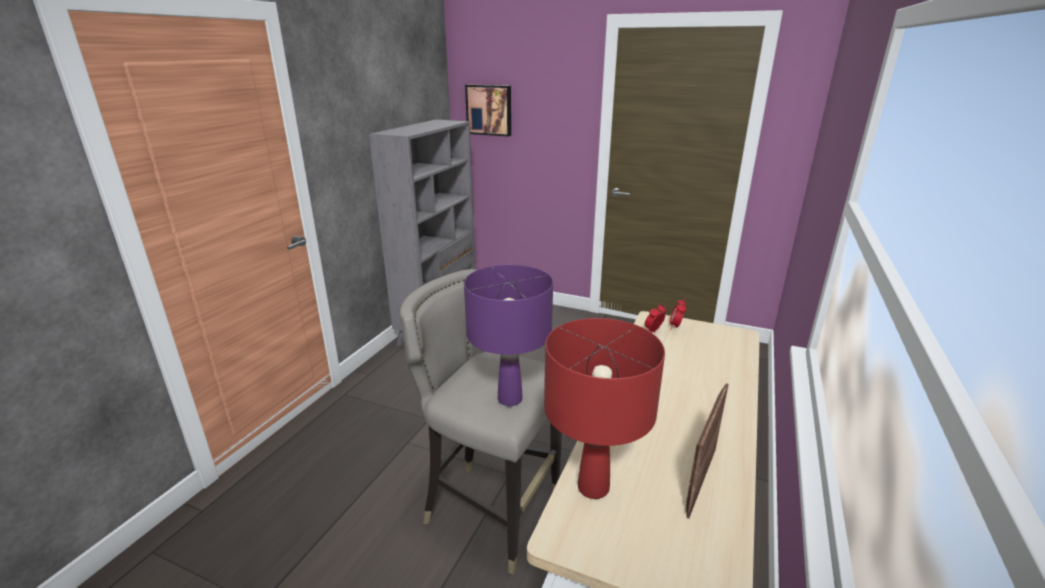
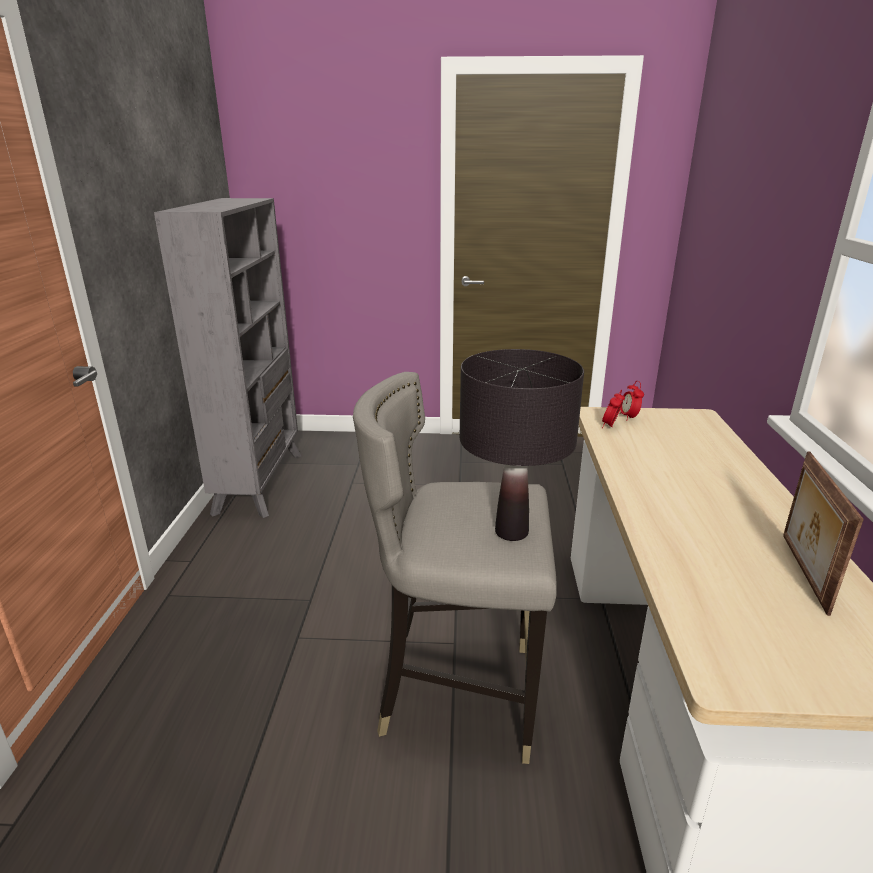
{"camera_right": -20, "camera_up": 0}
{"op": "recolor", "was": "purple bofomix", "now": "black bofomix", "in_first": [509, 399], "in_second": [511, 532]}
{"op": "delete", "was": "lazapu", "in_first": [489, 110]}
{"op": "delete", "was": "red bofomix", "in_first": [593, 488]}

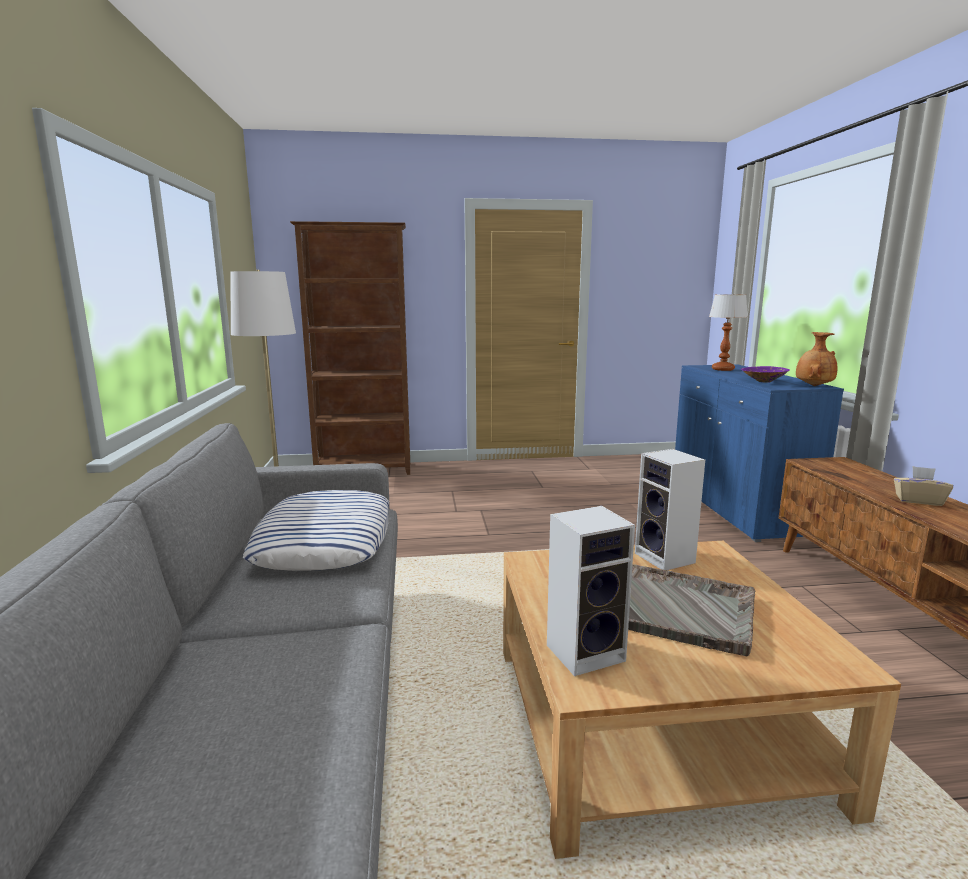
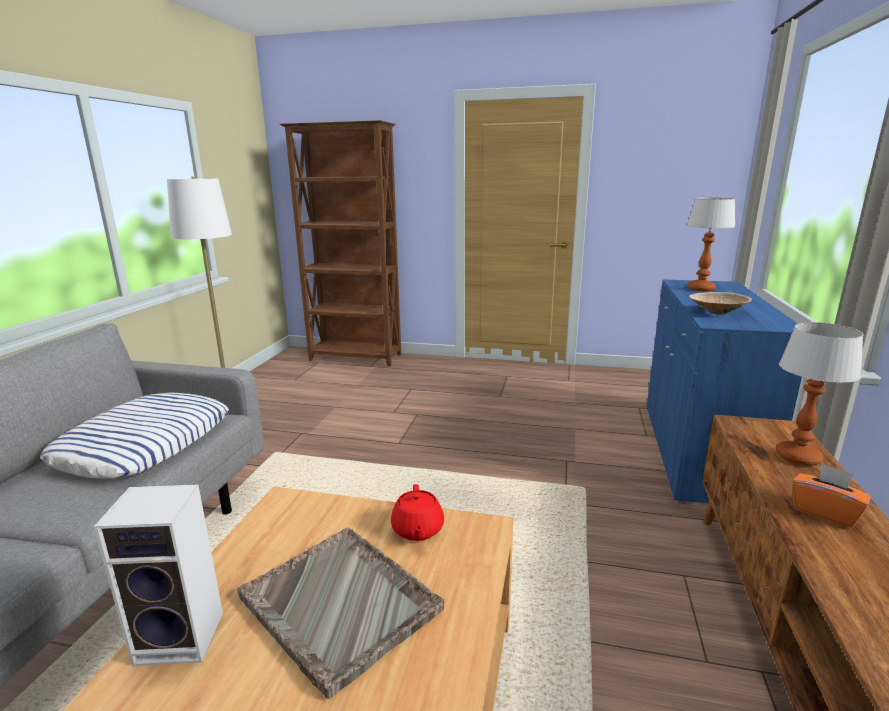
{"camera_right": 20, "camera_up": 5}
{"op": "replace", "was": "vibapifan", "now": "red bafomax", "in_first": [667, 558], "in_second": [417, 530]}
{"op": "recolor", "was": "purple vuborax", "now": "beige vuborax", "in_first": [762, 381], "in_second": [716, 312]}
{"op": "delete", "was": "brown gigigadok", "in_first": [813, 386]}
{"op": "recolor", "was": "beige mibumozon", "now": "orange mibumozon", "in_first": [918, 500], "in_second": [825, 512]}
{"op": "insert", "now": "bofomix", "in_second": [797, 457]}

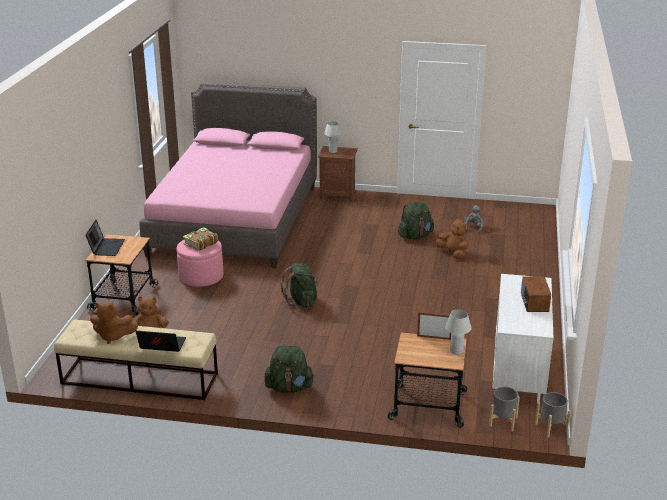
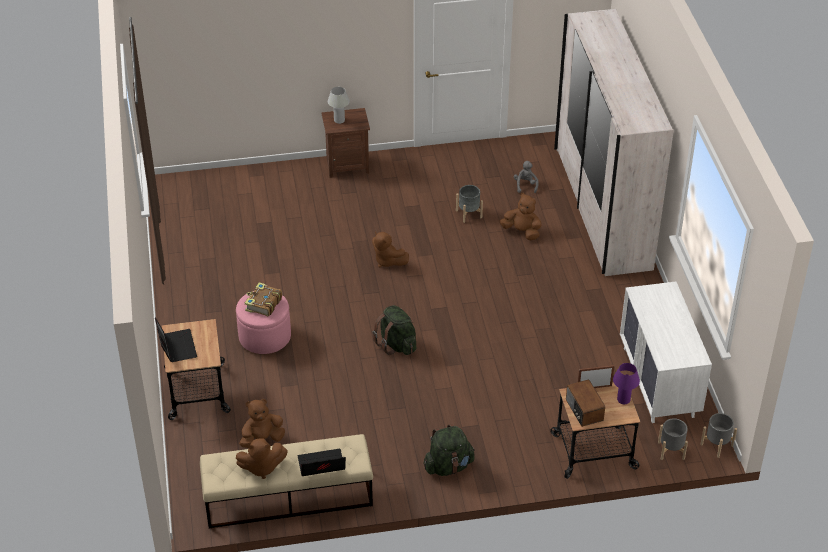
{"camera_right": -20, "camera_up": 15}
{"op": "delete", "was": "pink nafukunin", "in_first": [235, 220]}
{"op": "replace", "was": "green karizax", "now": "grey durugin", "in_first": [415, 236], "in_second": [468, 214]}
{"op": "recolor", "was": "white bofomix", "now": "purple bofomix", "in_first": [456, 351], "in_second": [623, 400]}
{"op": "move", "was": "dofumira", "in_first": [534, 303], "in_second": [583, 410]}
{"op": "insert", "now": "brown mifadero", "in_second": [387, 261]}
{"op": "insert", "now": "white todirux", "in_second": [602, 208]}

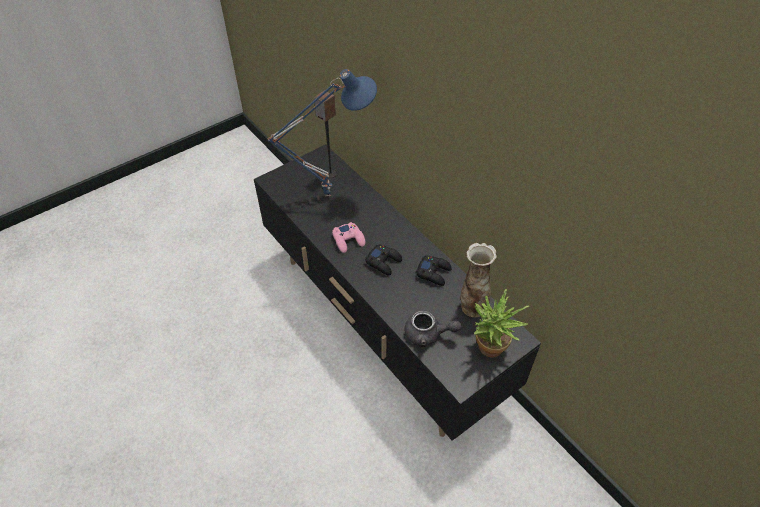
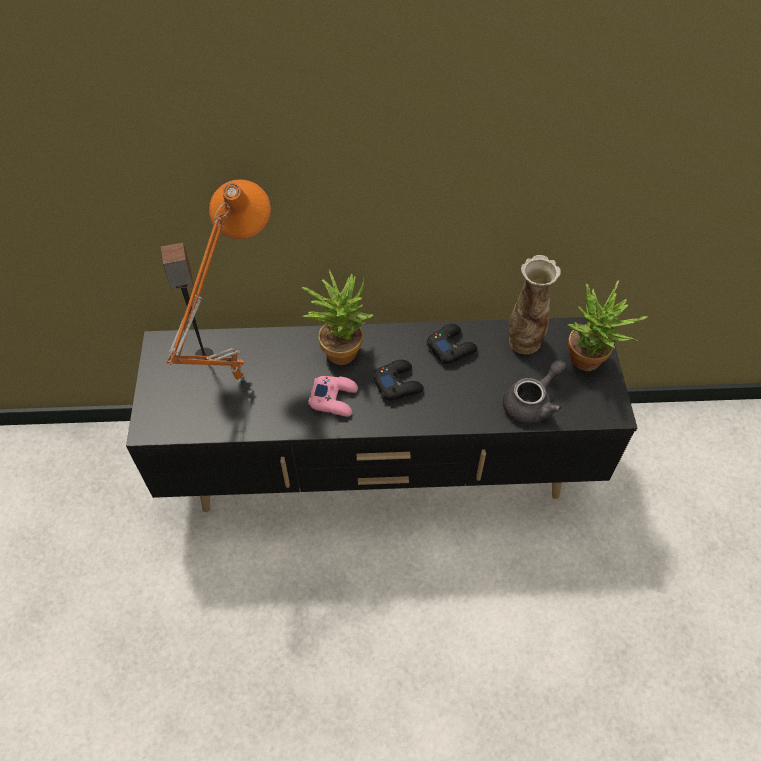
{"camera_right": -55, "camera_up": 5}
{"op": "recolor", "was": "blue bofomix", "now": "orange bofomix", "in_first": [328, 194], "in_second": [237, 377]}
{"op": "insert", "now": "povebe", "in_second": [340, 347]}

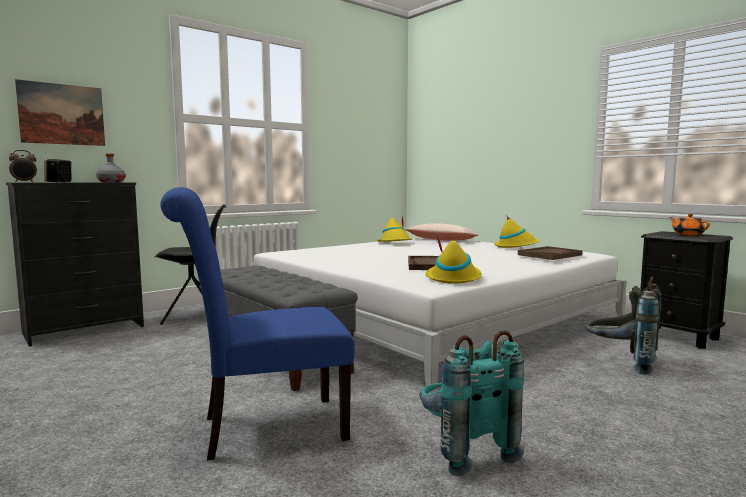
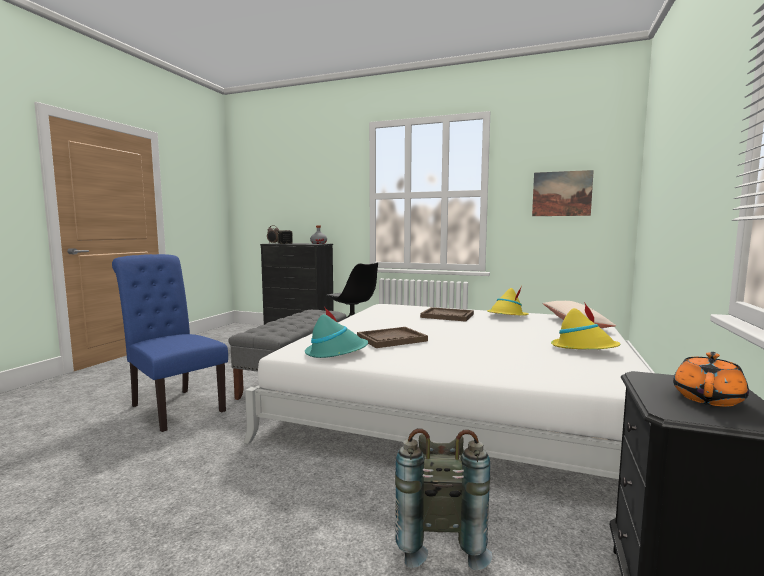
{"camera_right": 60, "camera_up": 0}
{"op": "move", "was": "lazapu", "in_first": [62, 114], "in_second": [561, 193]}
{"op": "delete", "was": "turquoise karizax", "in_first": [463, 450]}
{"op": "recolor", "was": "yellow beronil", "now": "turquoise beronil", "in_first": [453, 278], "in_second": [336, 352]}
{"op": "move", "was": "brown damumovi", "in_first": [549, 255], "in_second": [447, 316]}

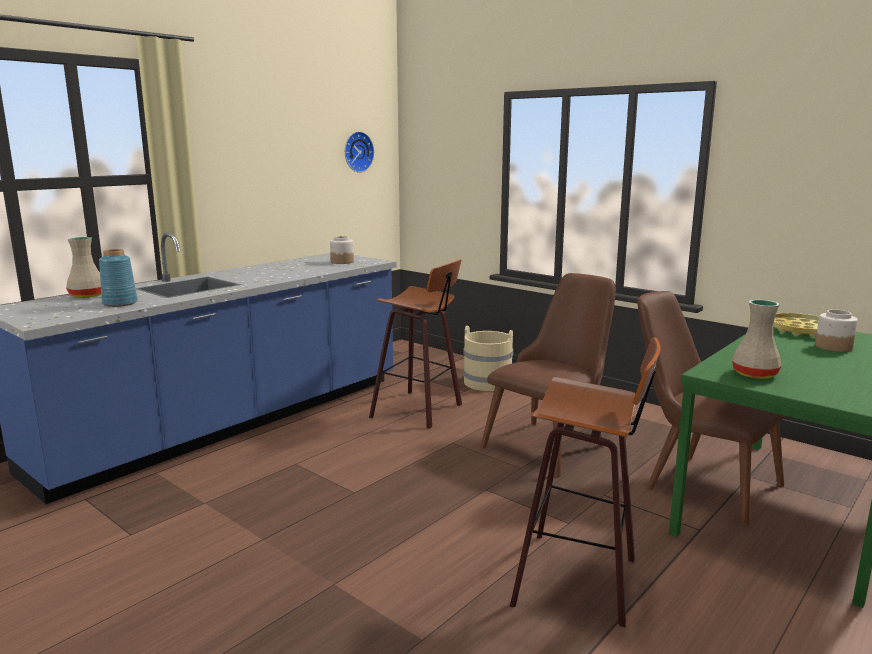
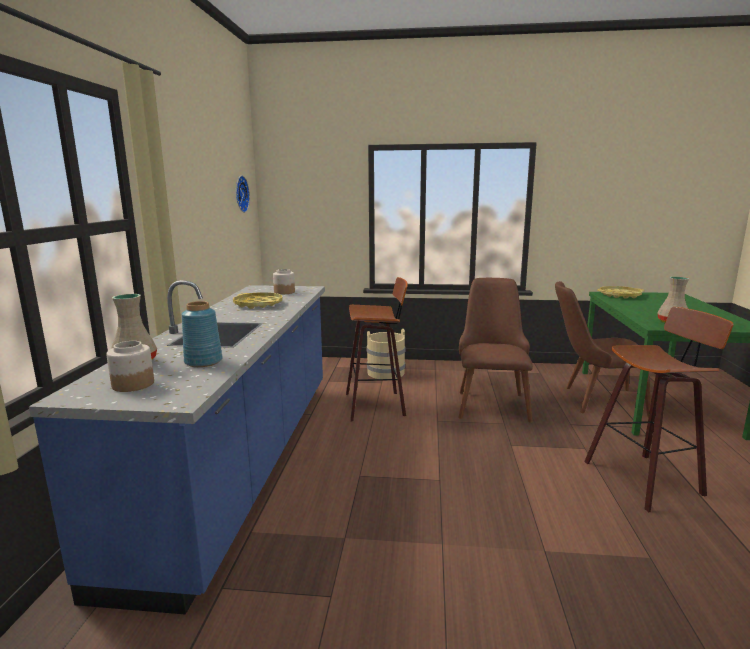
{"camera_right": -35, "camera_up": 0}
{"op": "move", "was": "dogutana", "in_first": [833, 347], "in_second": [132, 384]}
{"op": "insert", "now": "yellow damumovi", "in_second": [258, 304]}

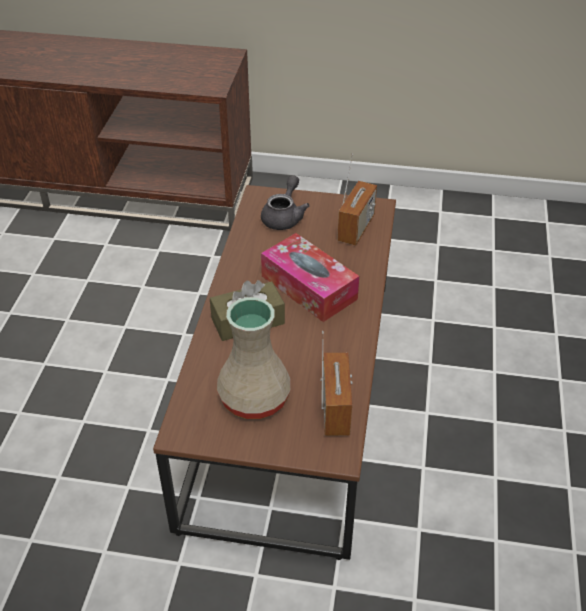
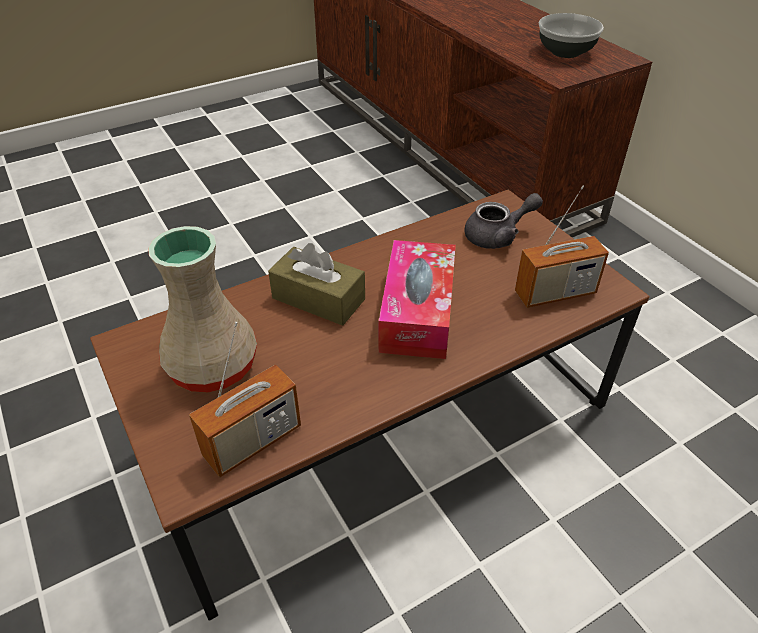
{"camera_right": 50, "camera_up": 0}
{"op": "insert", "now": "vuborax", "in_second": [565, 52]}

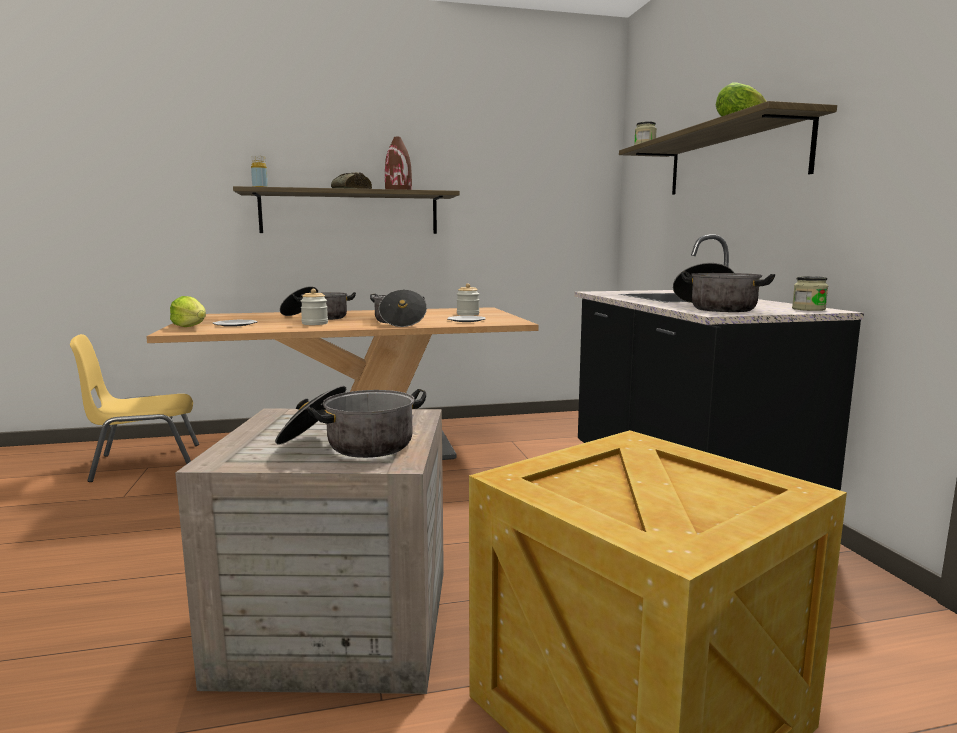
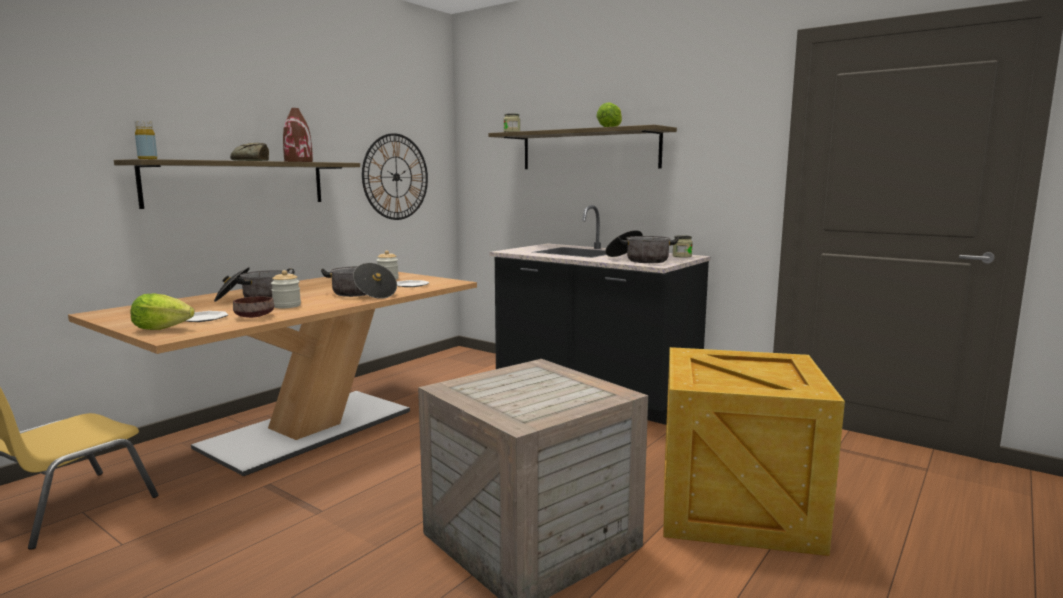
{"camera_right": -40, "camera_up": 0}
{"op": "delete", "was": "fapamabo", "in_first": [350, 445]}
{"op": "insert", "now": "brown vuborax", "in_second": [254, 316]}
{"op": "insert", "now": "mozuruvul", "in_second": [396, 177]}

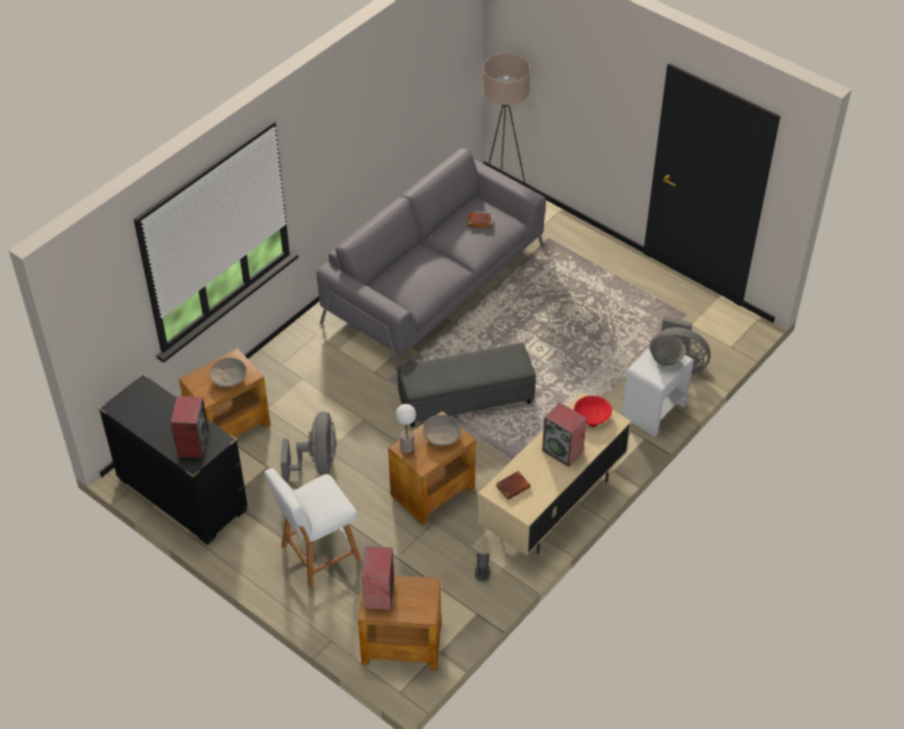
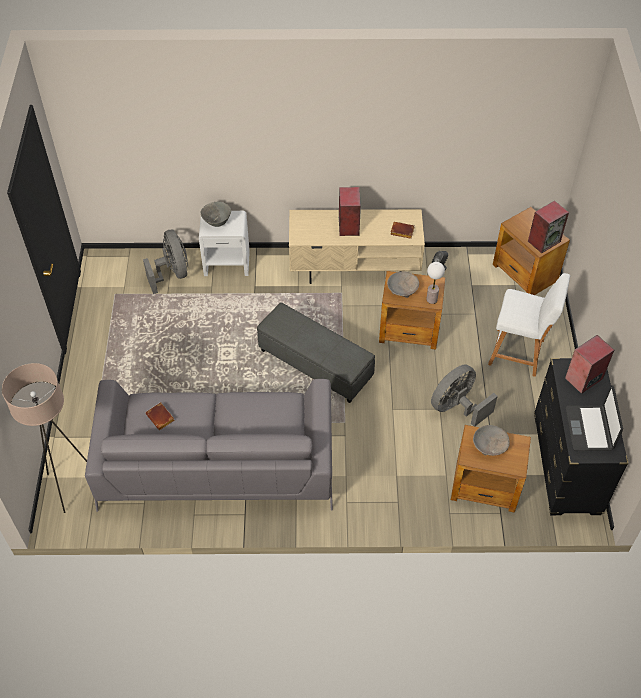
{"camera_right": -130, "camera_up": 5}
{"op": "delete", "was": "red vuborax", "in_first": [591, 416]}
{"op": "insert", "now": "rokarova", "in_second": [590, 429]}

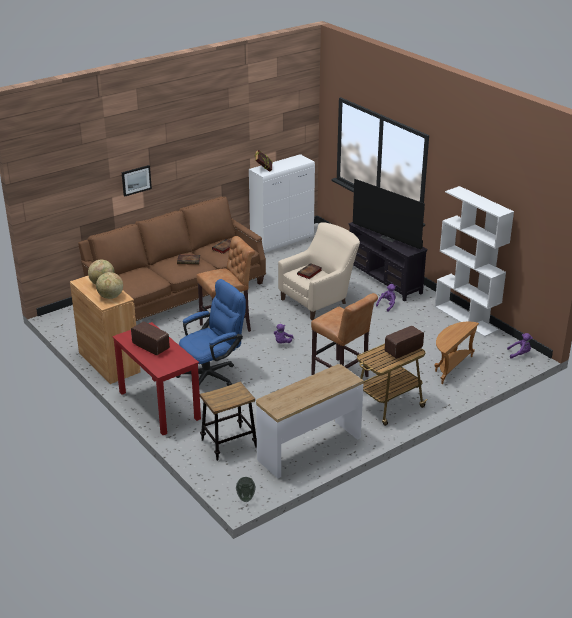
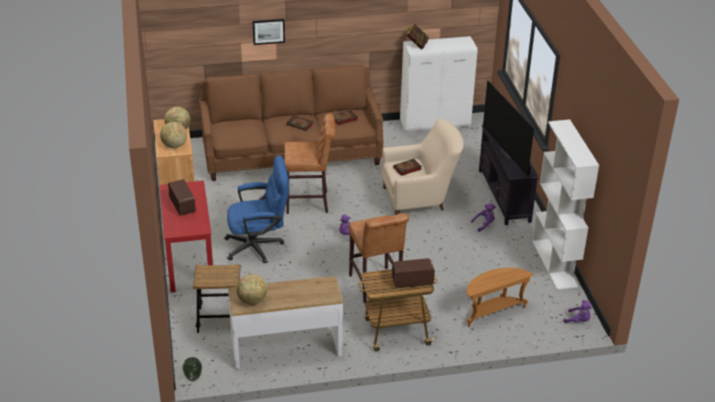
{"camera_right": 25, "camera_up": 5}
{"op": "insert", "now": "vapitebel", "in_second": [252, 301]}

